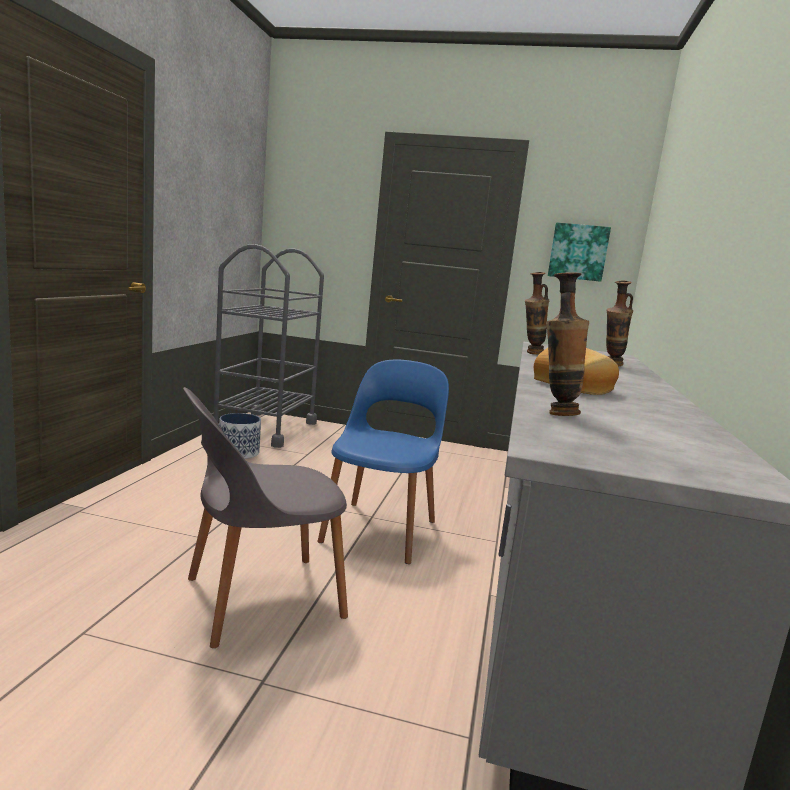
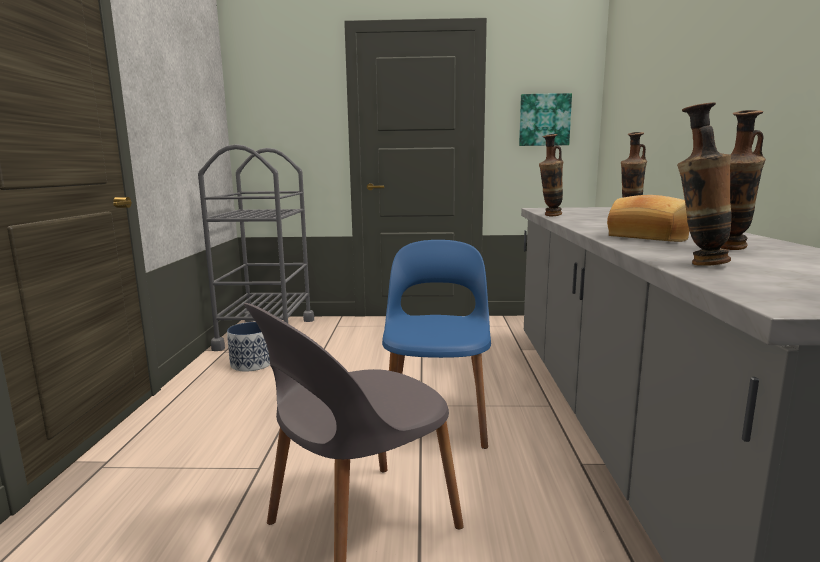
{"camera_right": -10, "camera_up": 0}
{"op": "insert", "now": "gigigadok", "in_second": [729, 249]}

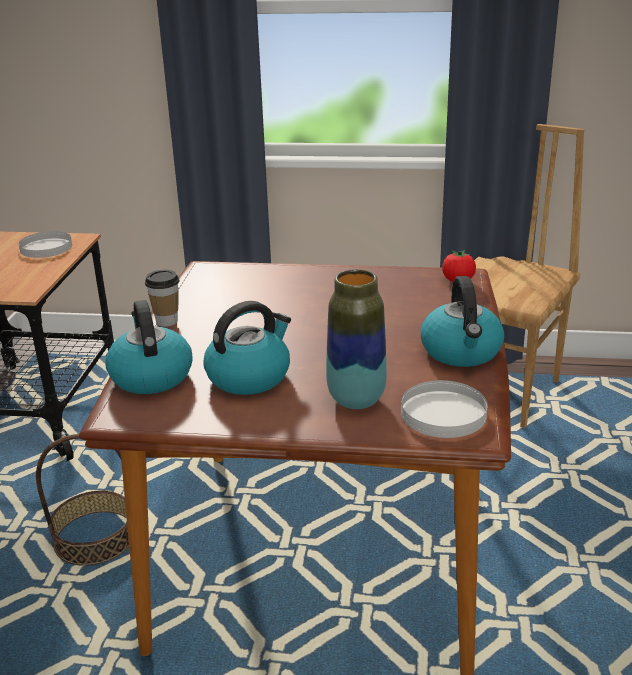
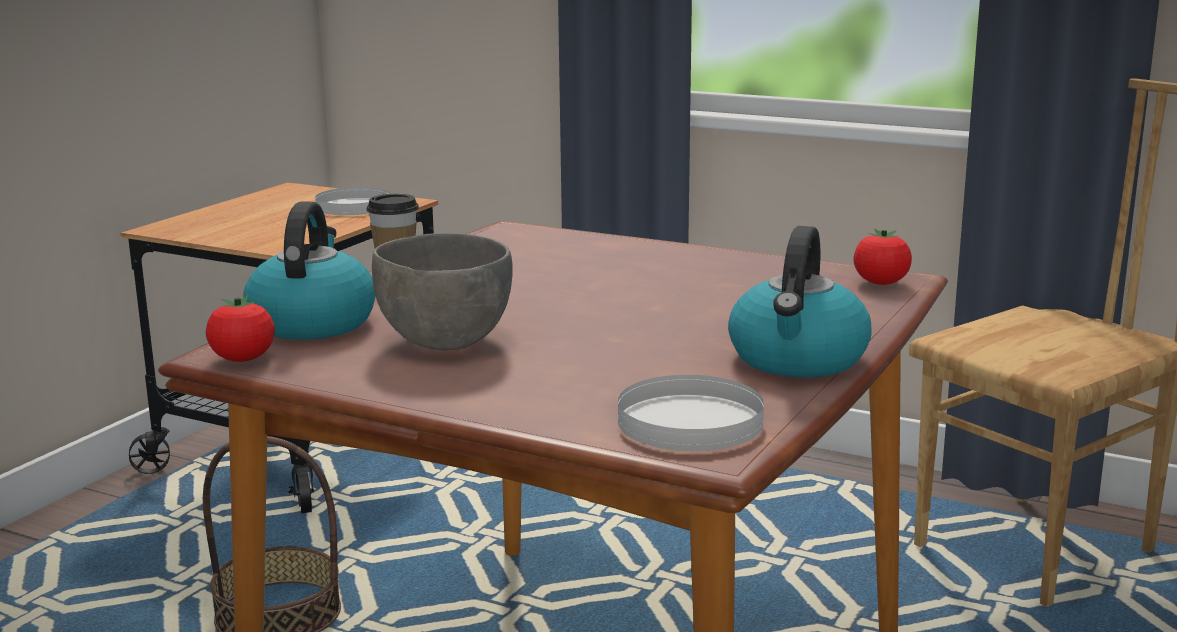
{"camera_right": 20, "camera_up": -10}
{"op": "replace", "was": "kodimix", "now": "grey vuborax", "in_first": [249, 376], "in_second": [444, 341]}
{"op": "delete", "was": "gigigadok", "in_first": [356, 400]}
{"op": "insert", "now": "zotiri", "in_second": [243, 359]}

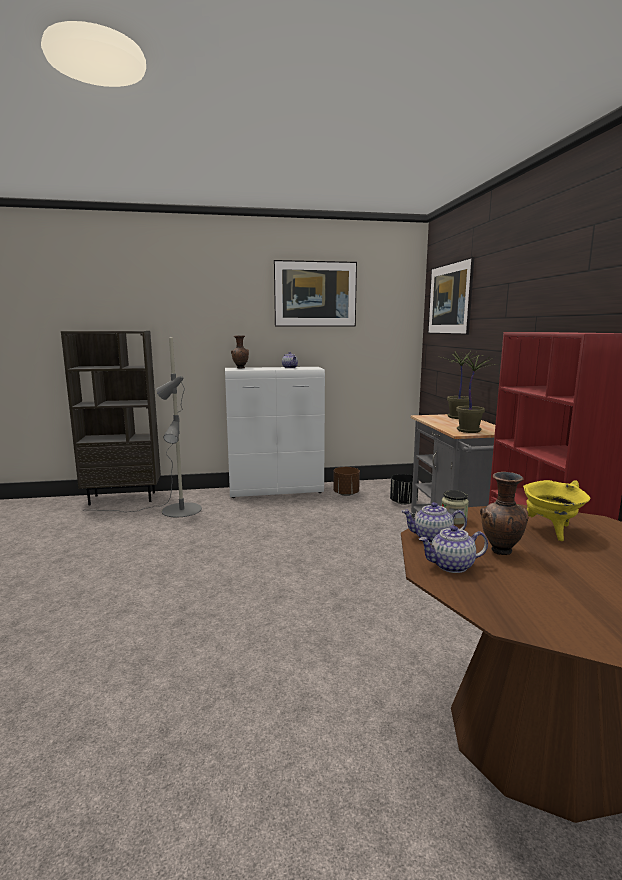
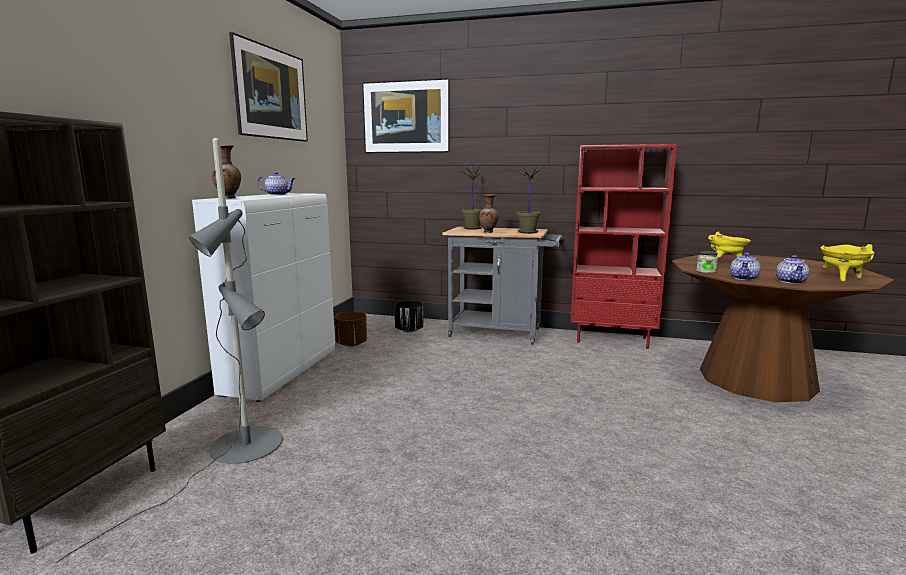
{"camera_right": -65, "camera_up": 0}
{"op": "move", "was": "brown gigigadok", "in_first": [500, 552], "in_second": [488, 232]}
{"op": "insert", "now": "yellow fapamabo", "in_second": [841, 278]}

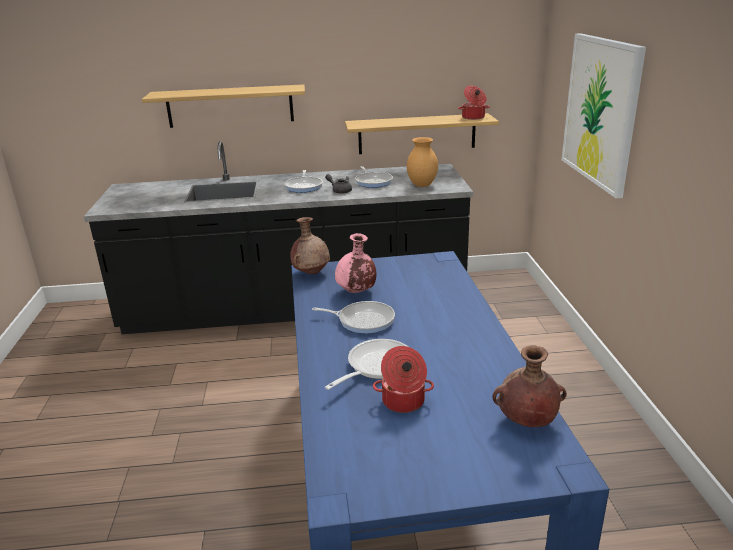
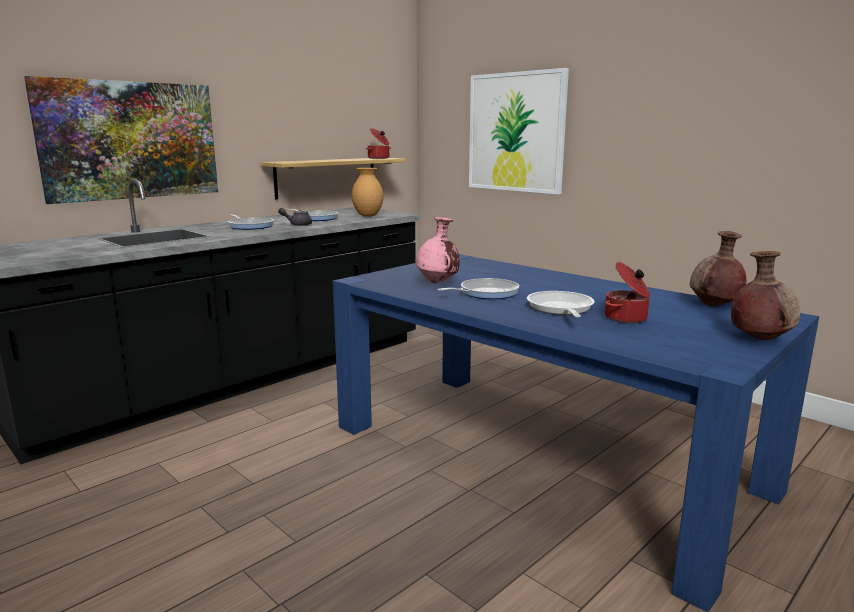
{"camera_right": -40, "camera_up": -10}
{"op": "replace", "was": "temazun", "now": "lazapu", "in_first": [230, 106], "in_second": [131, 140]}
{"op": "move", "was": "brown gigigadok", "in_first": [311, 273], "in_second": [759, 339]}

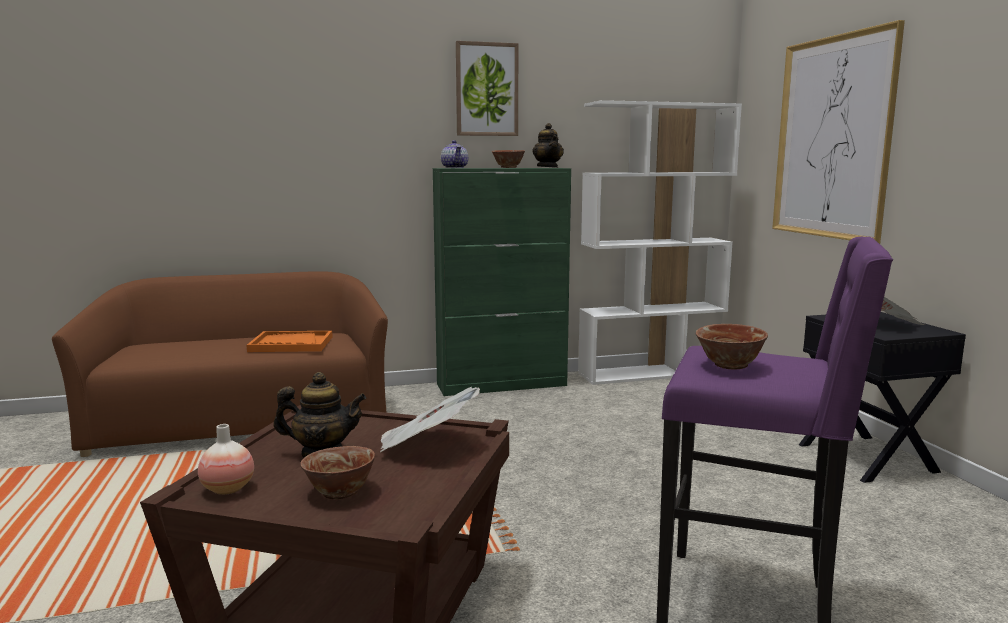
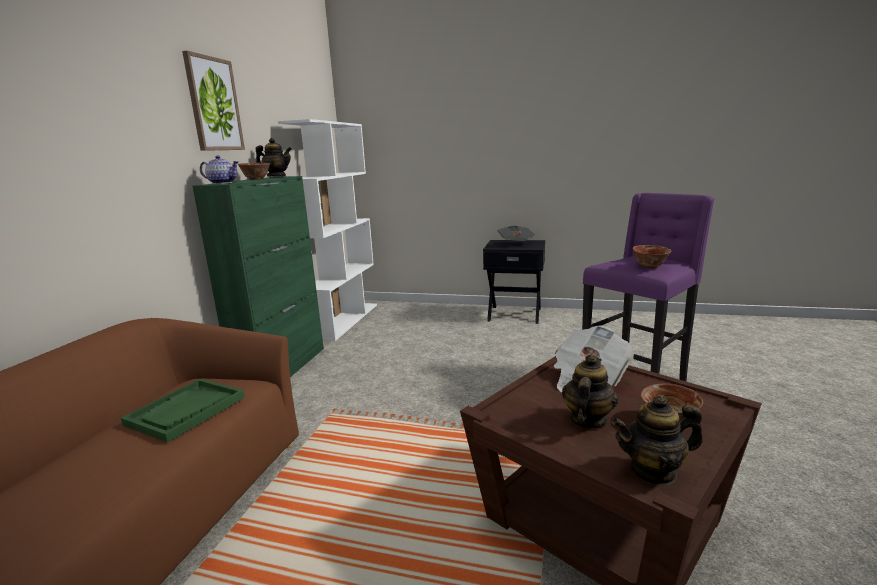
{"camera_right": -60, "camera_up": 5}
{"op": "replace", "was": "gigigadok", "now": "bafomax", "in_first": [228, 489], "in_second": [653, 471]}
{"op": "recolor", "was": "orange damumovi", "now": "green damumovi", "in_first": [291, 344], "in_second": [186, 411]}
{"op": "delete", "was": "lazapu", "in_first": [832, 138]}

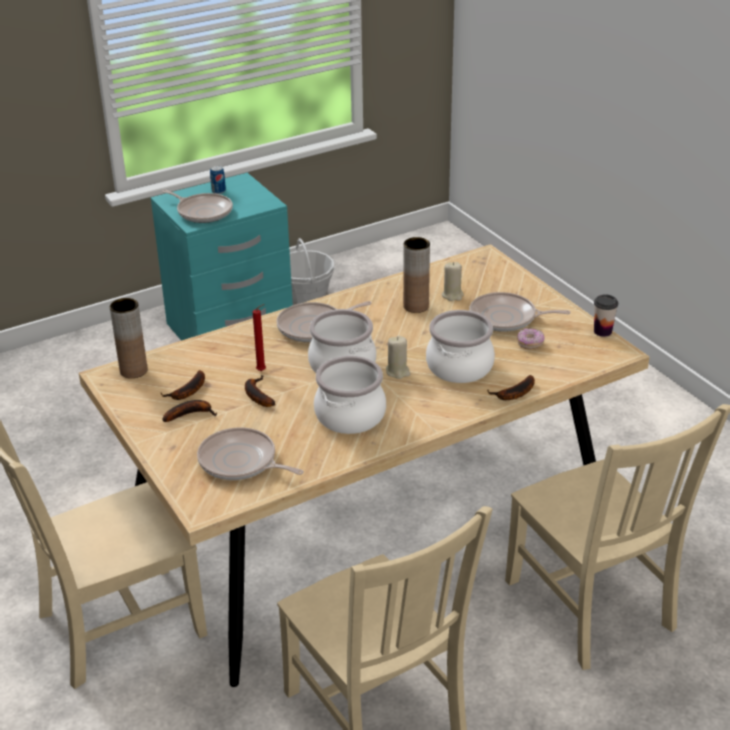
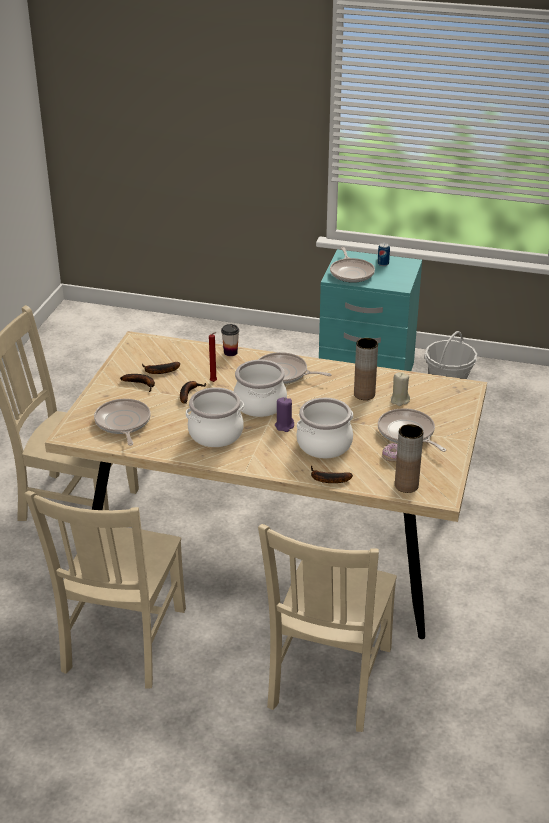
{"camera_right": 45, "camera_up": 0}
{"op": "move", "was": "brown gigigadok", "in_first": [133, 370], "in_second": [406, 485]}
{"op": "recolor", "was": "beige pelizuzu", "now": "purple pelizuzu", "in_first": [398, 372], "in_second": [284, 426]}
{"op": "move", "was": "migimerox", "in_first": [602, 331], "in_second": [230, 352]}

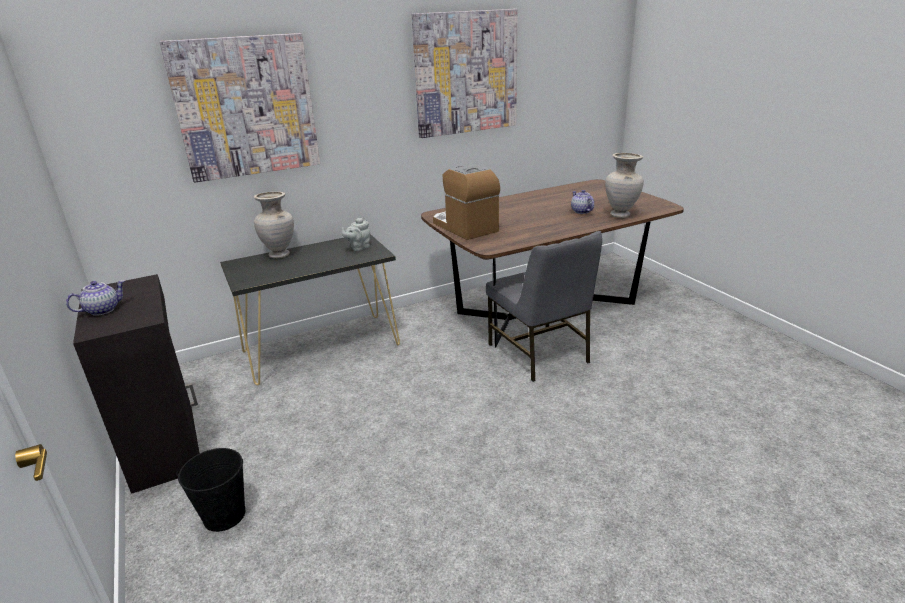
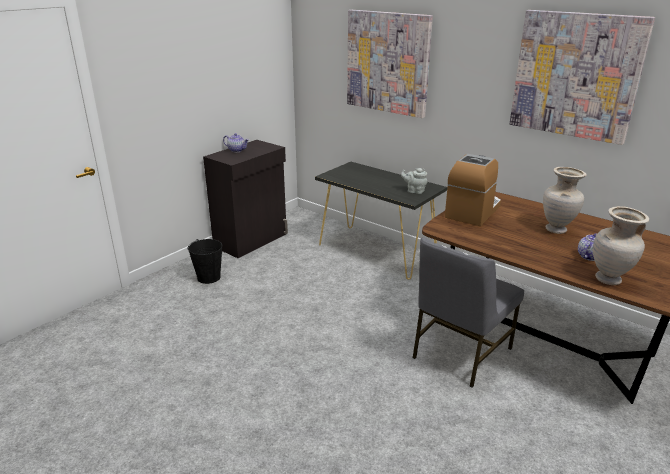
{"camera_right": 65, "camera_up": 0}
{"op": "move", "was": "beige gigigadok", "in_first": [280, 255], "in_second": [557, 230]}

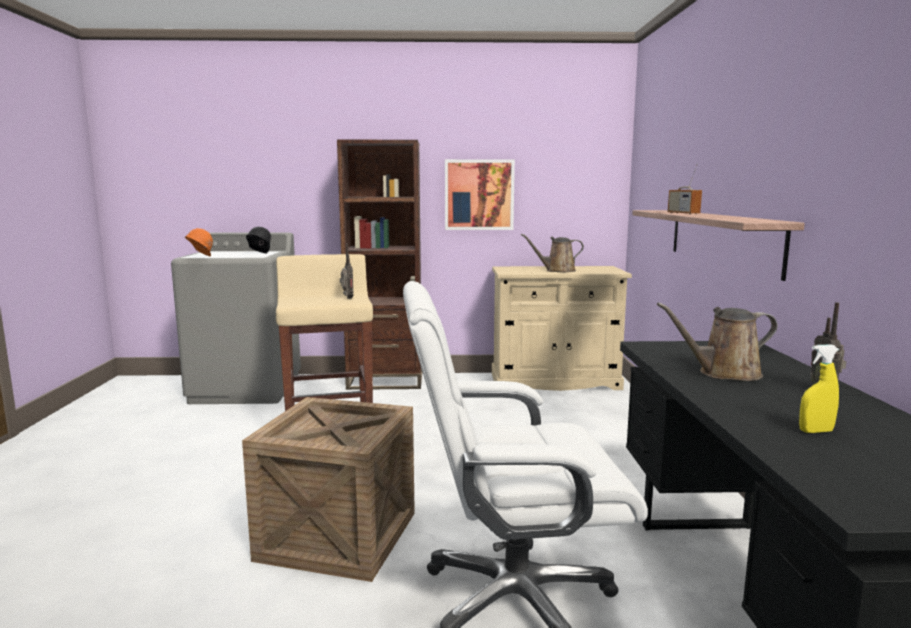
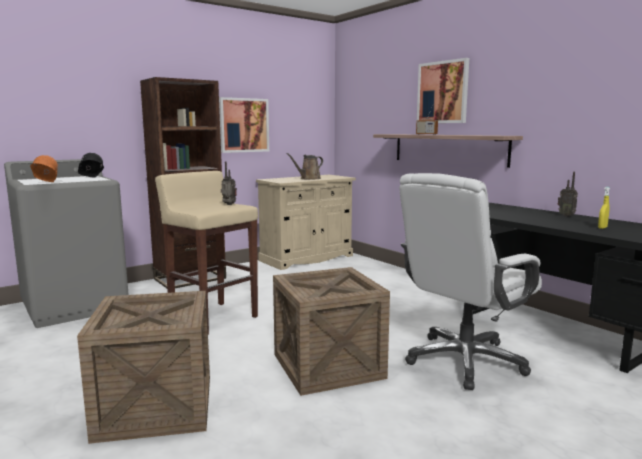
{"camera_right": -35, "camera_up": 0}
{"op": "delete", "was": "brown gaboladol", "in_first": [724, 373]}
{"op": "insert", "now": "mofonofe", "in_second": [156, 406]}
{"op": "insert", "now": "lazapu", "in_second": [442, 92]}

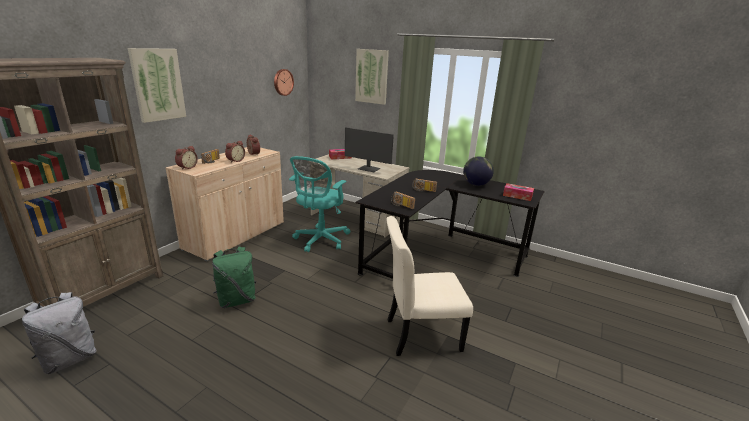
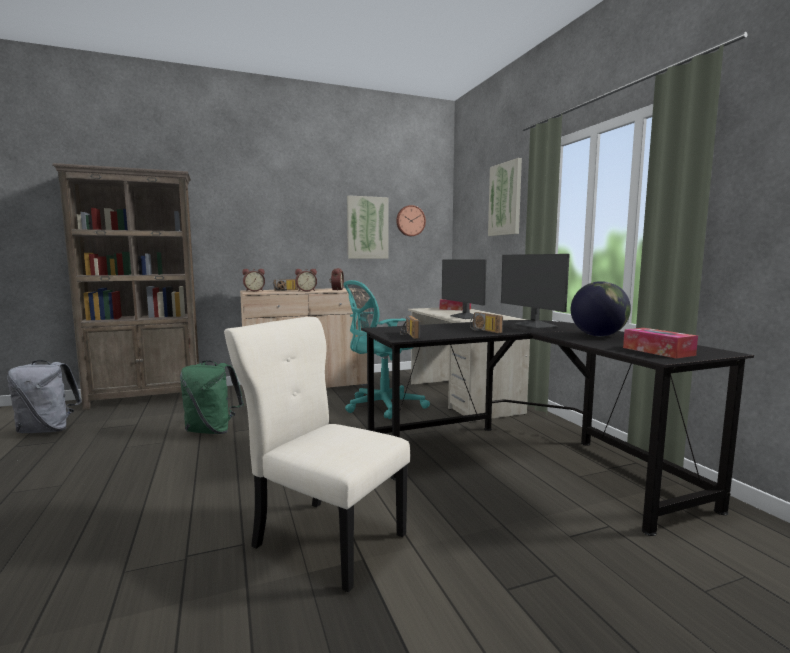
{"camera_right": 40, "camera_up": -15}
{"op": "move", "was": "lazapu", "in_first": [158, 85], "in_second": [367, 228]}
{"op": "insert", "now": "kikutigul", "in_second": [534, 325]}

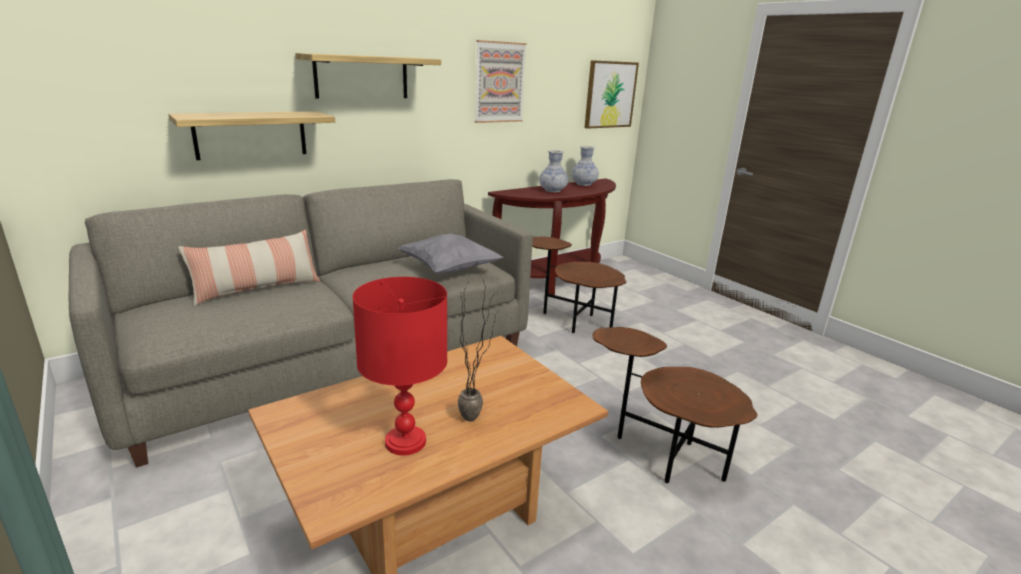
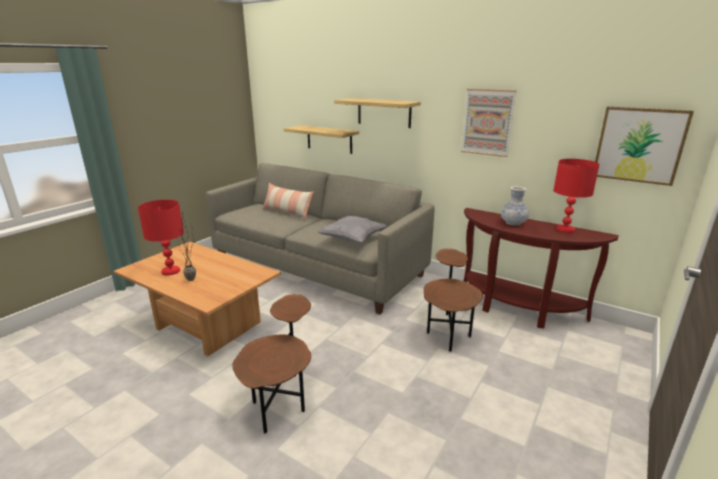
{"camera_right": 70, "camera_up": 0}
{"op": "replace", "was": "gigigadok", "now": "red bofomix", "in_first": [583, 184], "in_second": [565, 229]}

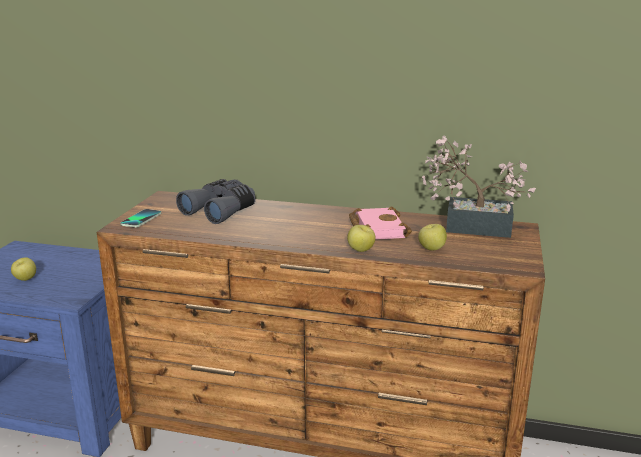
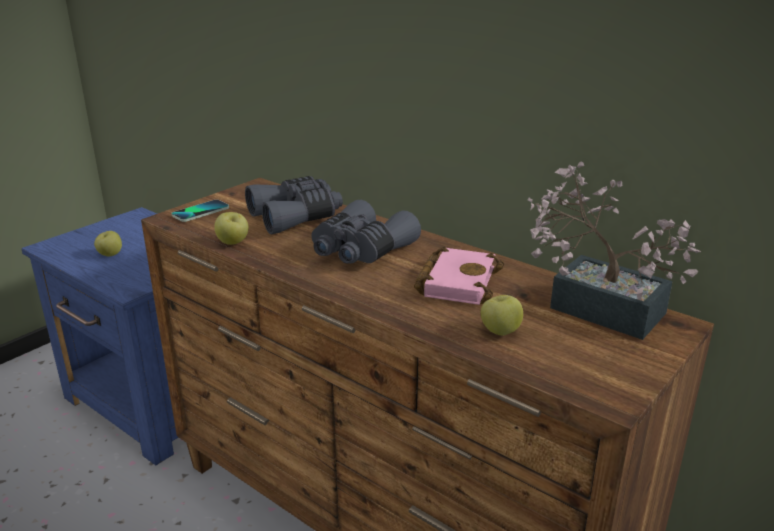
{"camera_right": 25, "camera_up": 5}
{"op": "move", "was": "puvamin", "in_first": [361, 250], "in_second": [233, 243]}
{"op": "insert", "now": "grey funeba", "in_second": [360, 250]}

